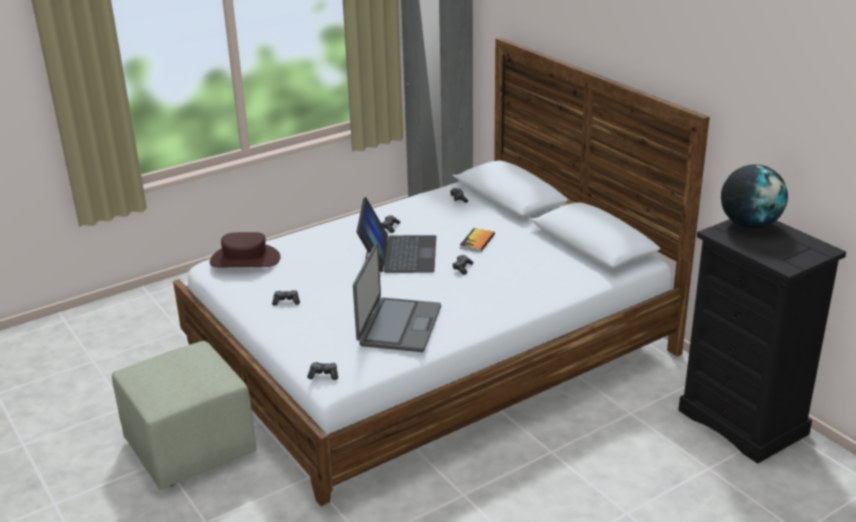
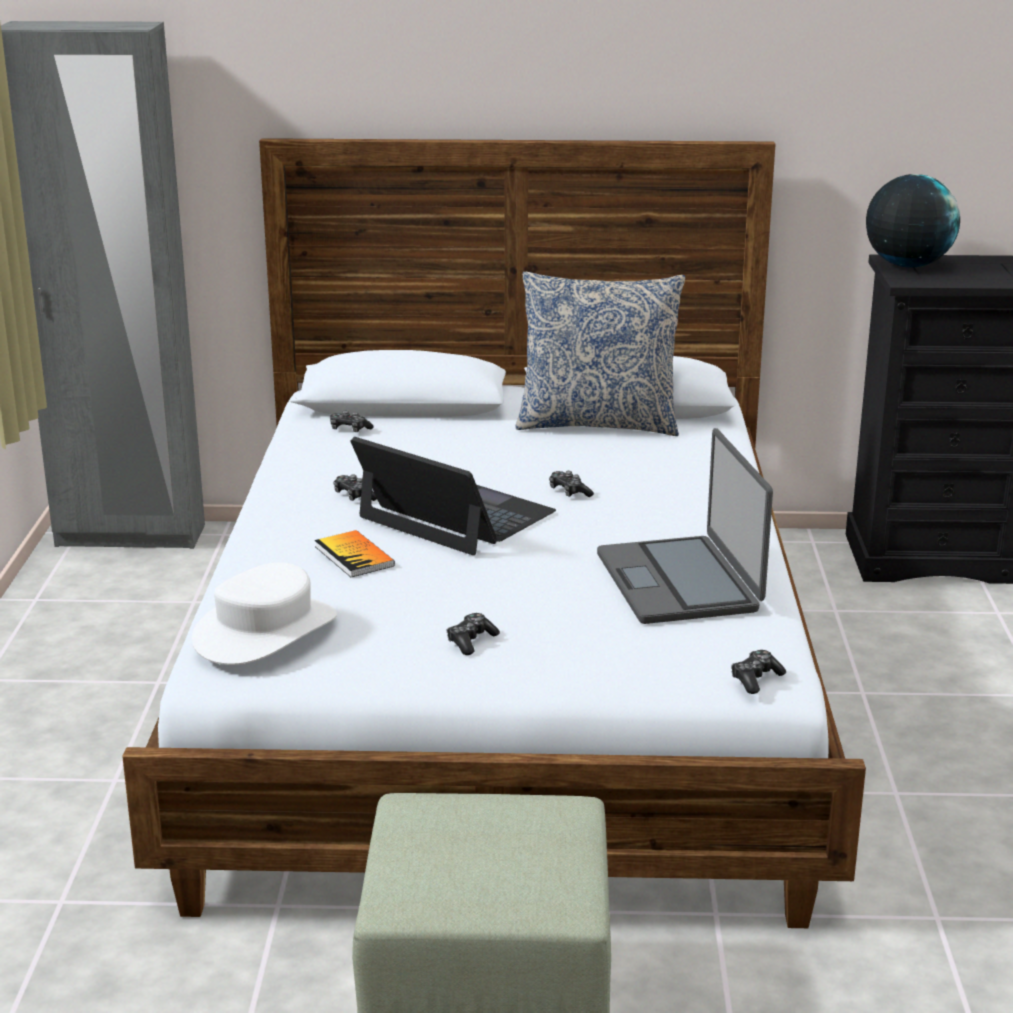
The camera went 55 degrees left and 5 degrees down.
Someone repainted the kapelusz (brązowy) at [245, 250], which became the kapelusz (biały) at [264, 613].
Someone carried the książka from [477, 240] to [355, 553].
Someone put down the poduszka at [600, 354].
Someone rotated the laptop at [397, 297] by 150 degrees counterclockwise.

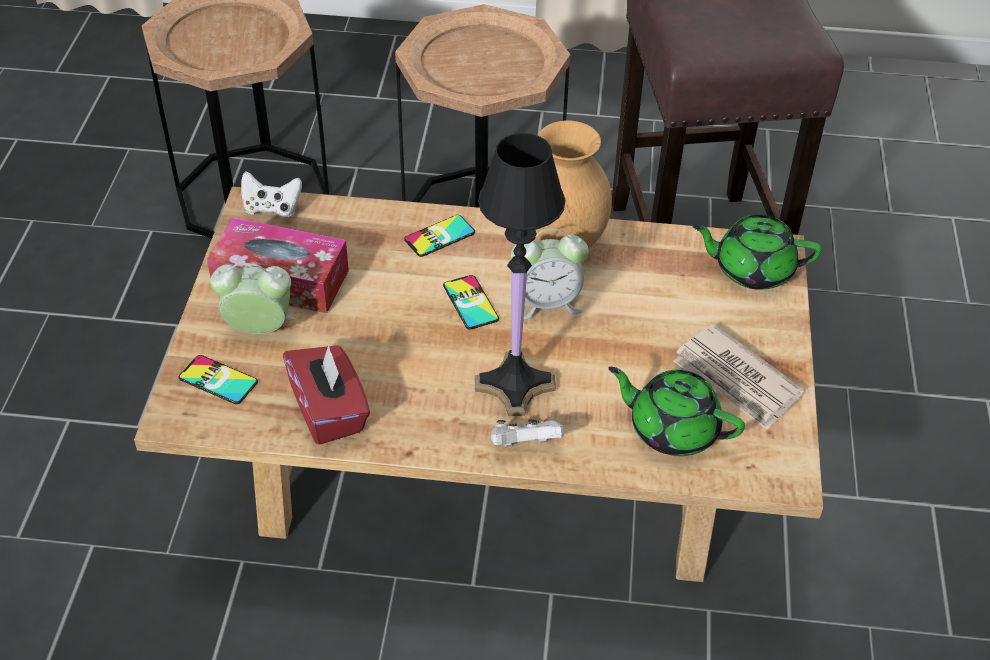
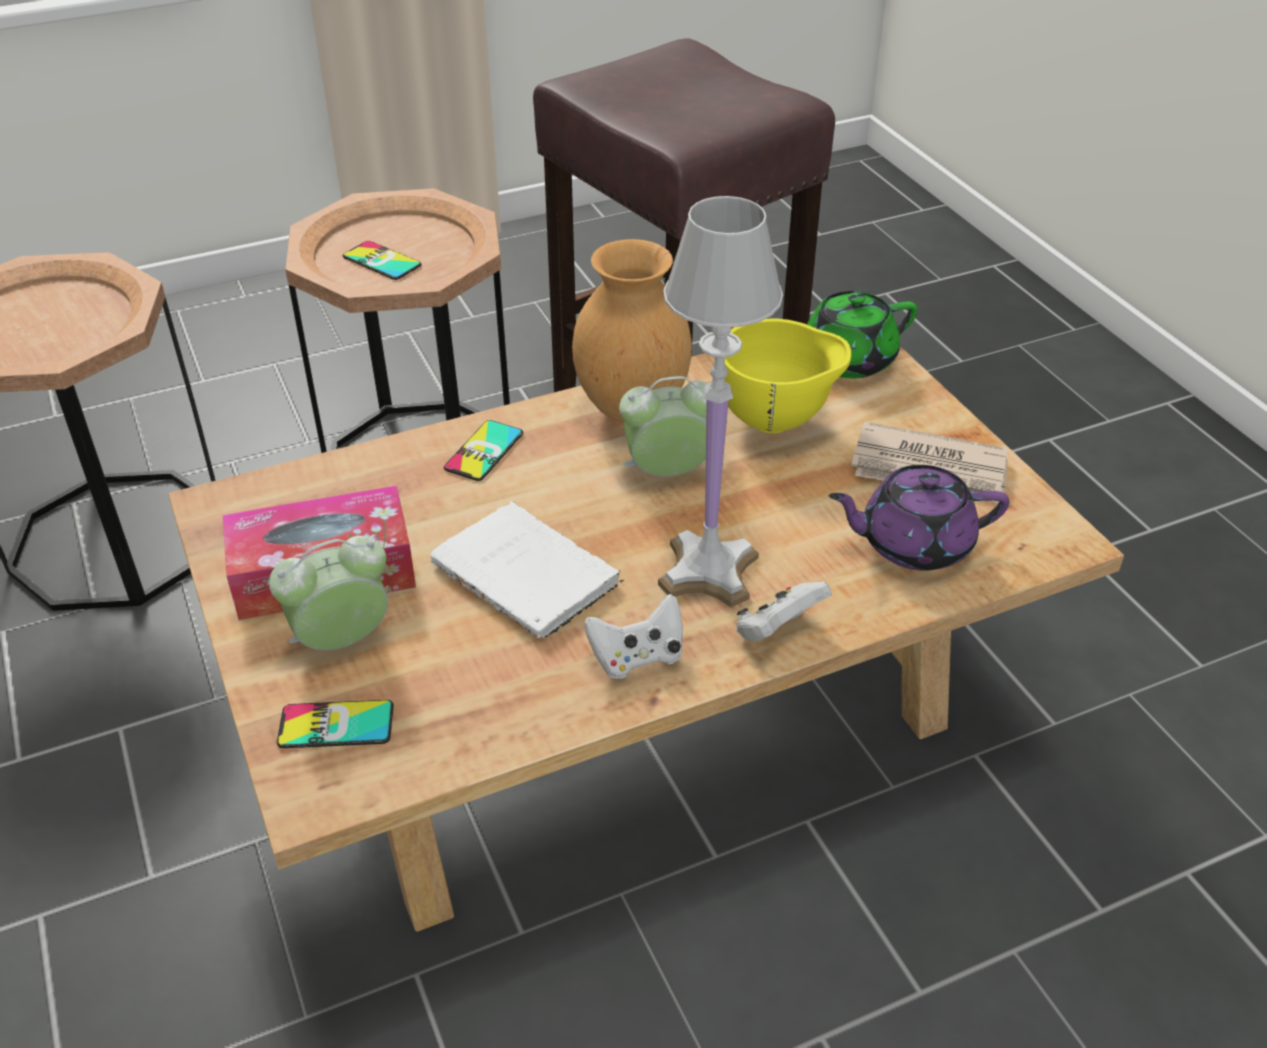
The camera went 30 degrees left and 5 degrees down.
Someone carried the telefon from [471, 302] to [382, 260].
Someone put down the książka (biały) at [527, 569].
Someone carried the pad do gier (biały) from [271, 195] to [633, 636].
Someone rotated the budzik at [550, 274] by 150 degrees counterclockwise.
Someone repainted the lampa stołowa (czarny) at [520, 274], which became the lampa stołowa (biały) at [720, 401].
Someone put down the miska (żółty) at [788, 376].
Someone repainted the imbryk (zielony) at [676, 411], which became the imbryk (fioletowy) at [919, 518].
Someone took away the pudełko chusteczek (czerwony) at [326, 395].

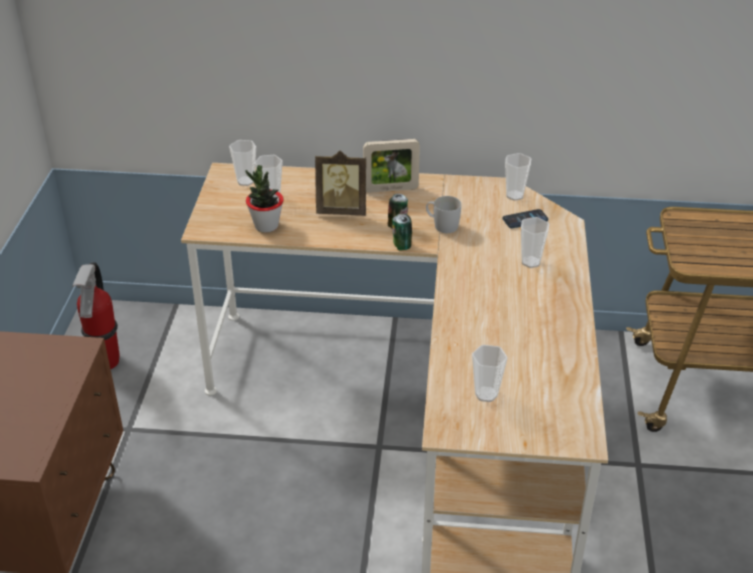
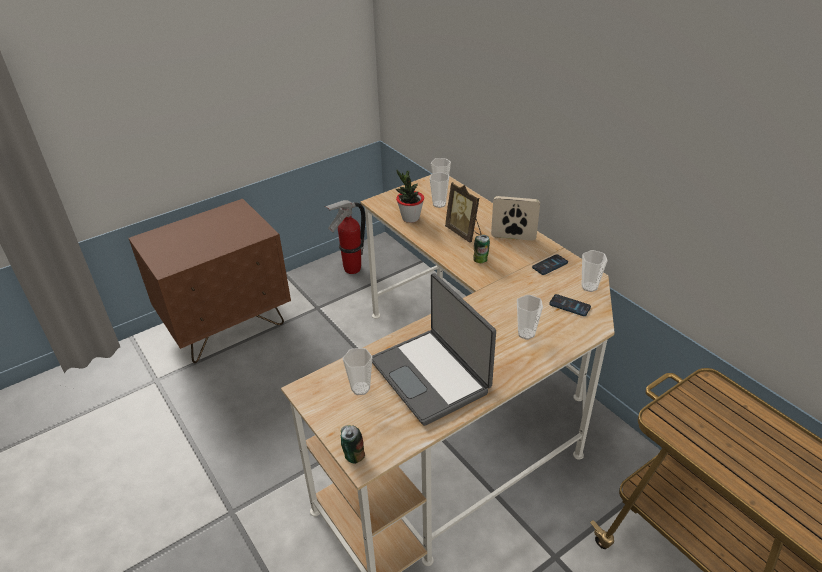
The camera went 50 degrees right and 0 degrees up.
Someone carried the puszka from [402, 232] to [353, 444].
Someone put down the laptop at [434, 349].
Someone rotated the ramka na zdjęcie at [391, 166] by 150 degrees clockwise.
Someone put down the telefon at [550, 264].
Someone took away the kubek (biały) at [443, 214].

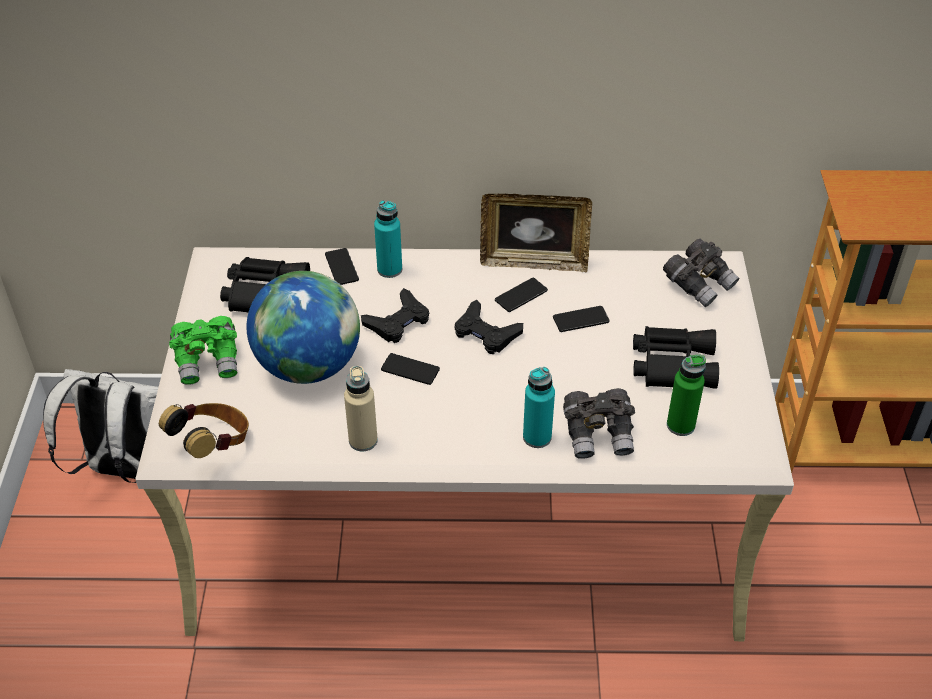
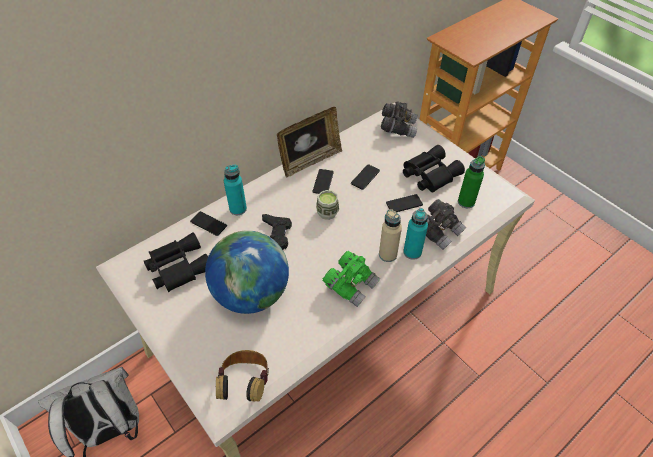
The camera went 40 degrees left and 5 degrees up.
Someone swapped the pad do gier (czarny) at [488, 327] for the filiżanka at [327, 205].
Someone carried the lornetka (zielony) from [203, 350] to [351, 279].
Someone carried the butelka (beżowy) from [361, 408] to [390, 235].
Someone carried the telefon from [410, 369] to [404, 203].

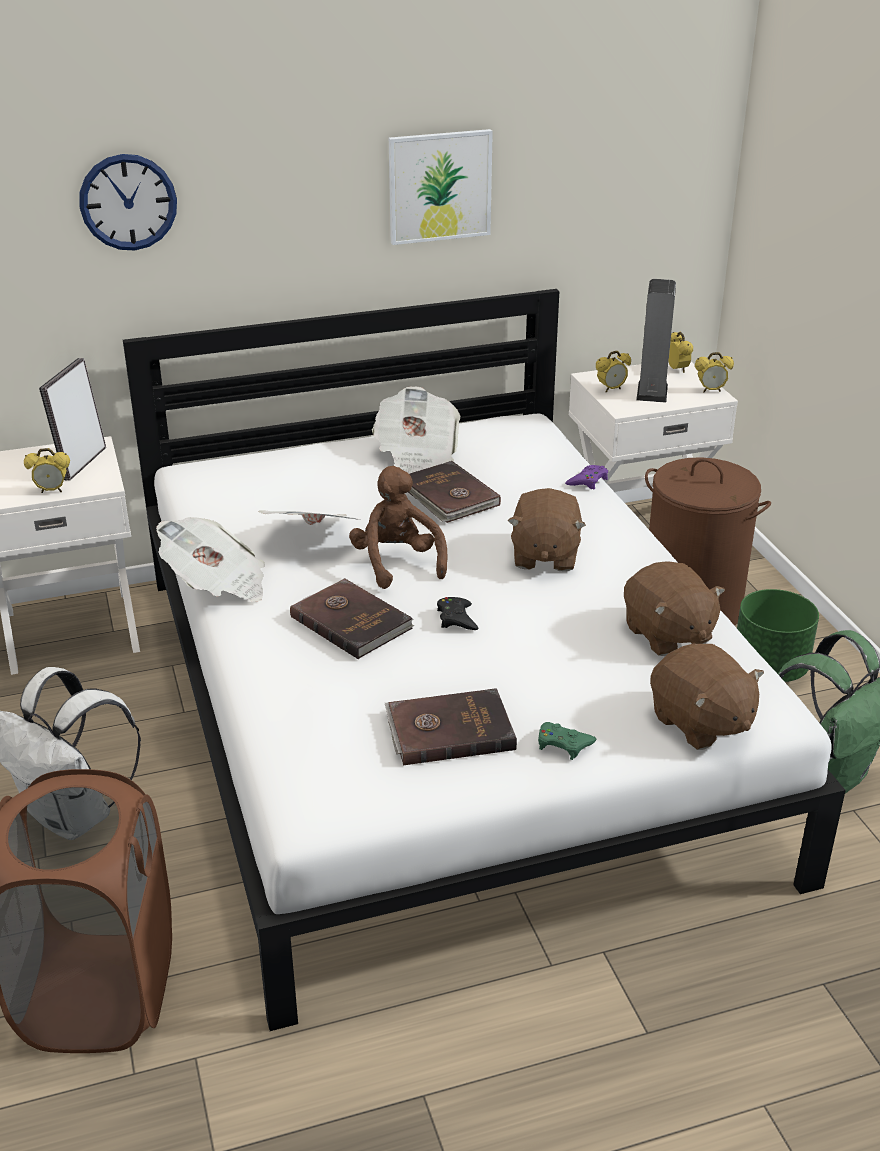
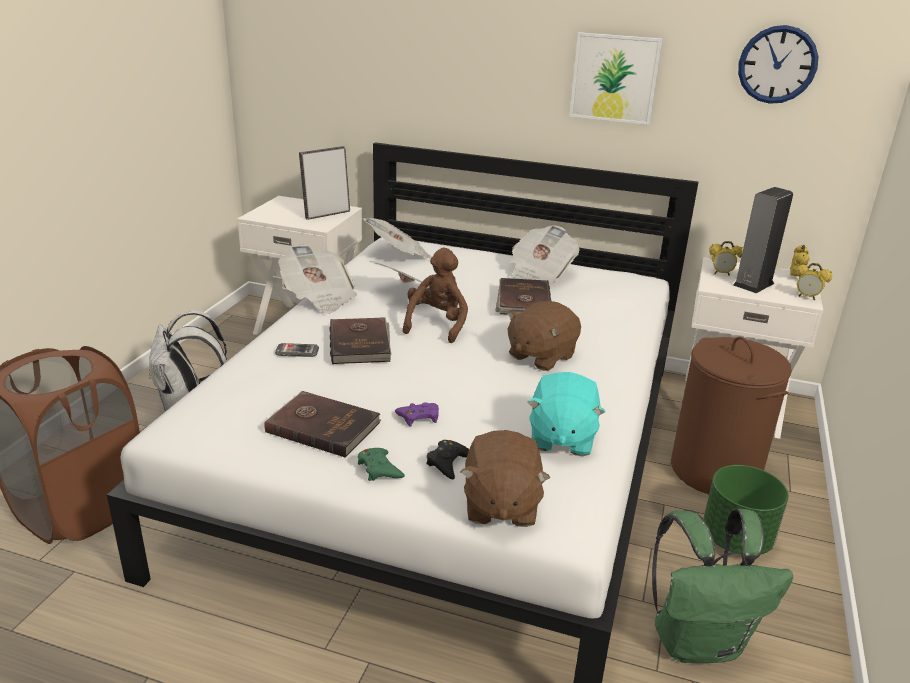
The camera went 35 degrees right and 5 degrees down.
Someone put down the telefon at [297, 350].
Someone put down the gazeta at [397, 238].
Someone carried the pad do gier (fioletowy) from [586, 477] to [417, 414].
Someone carried the pad do gier (czarny) from [457, 613] to [447, 459].
Someone repainted the pluszak (brązowy) at [674, 609], which became the pluszak (turkusowy) at [566, 414].
Someone carried the zegar ścienny from [128, 202] to [778, 64].
Someone took away the budzik at [47, 470].

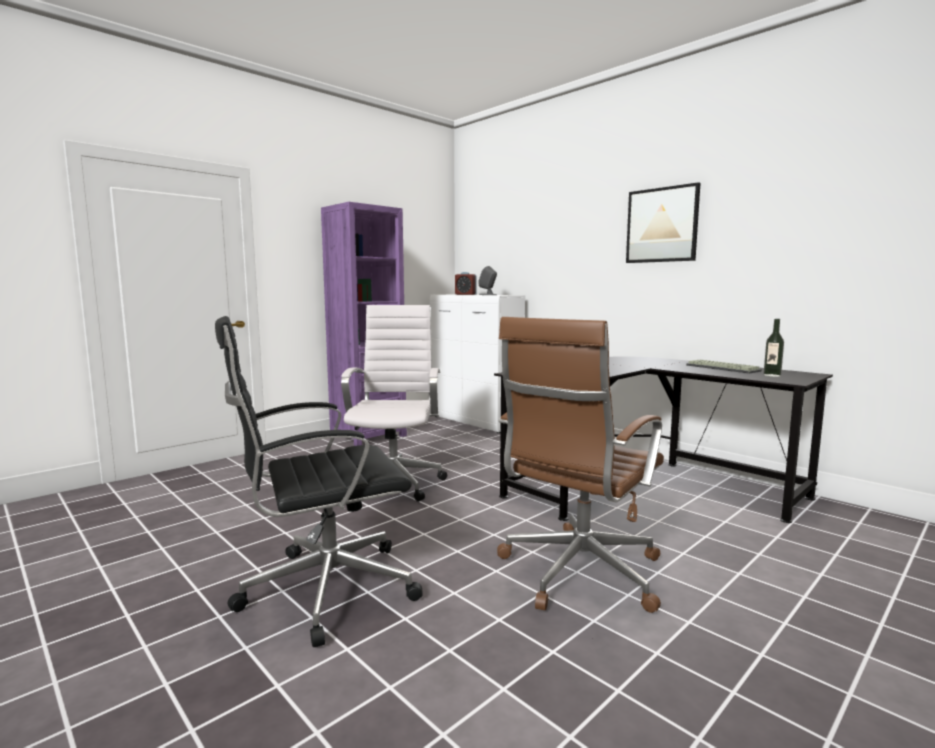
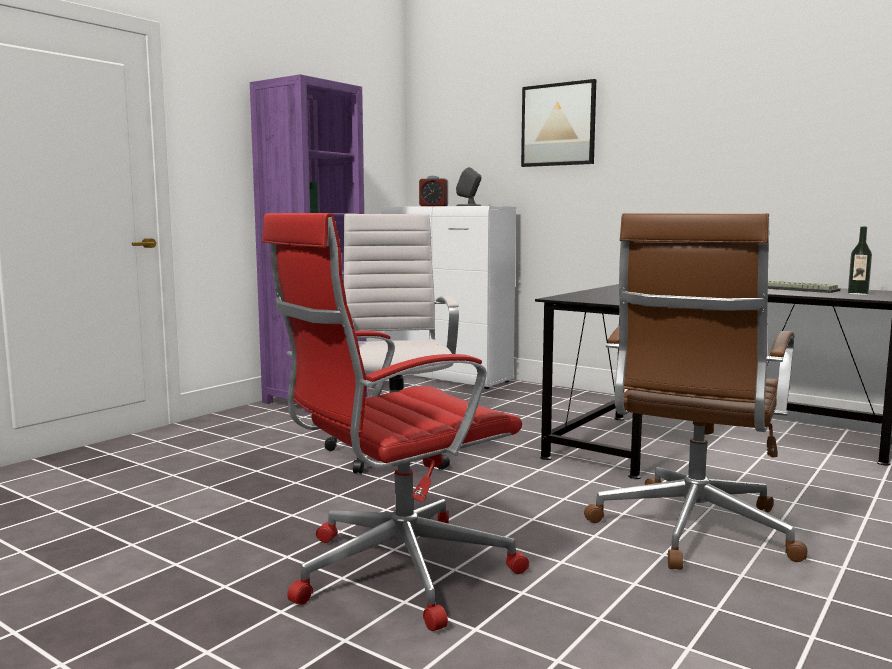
The camera went 10 degrees left and 0 degrees up.
Someone repainted the krzesło biurowe (czarny) at [319, 481], which became the krzesło biurowe (czerwony) at [395, 422].
Someone carried the obraz from [663, 222] to [558, 123].

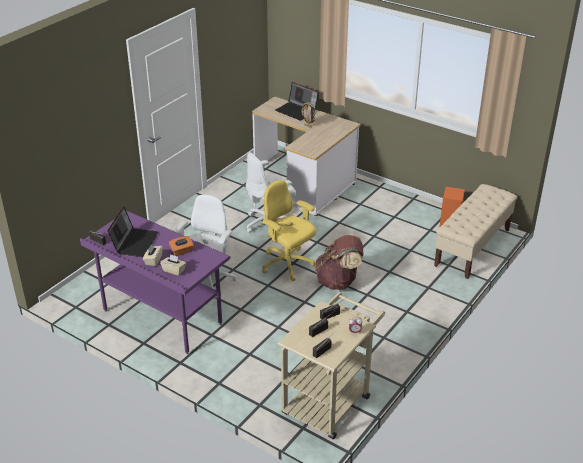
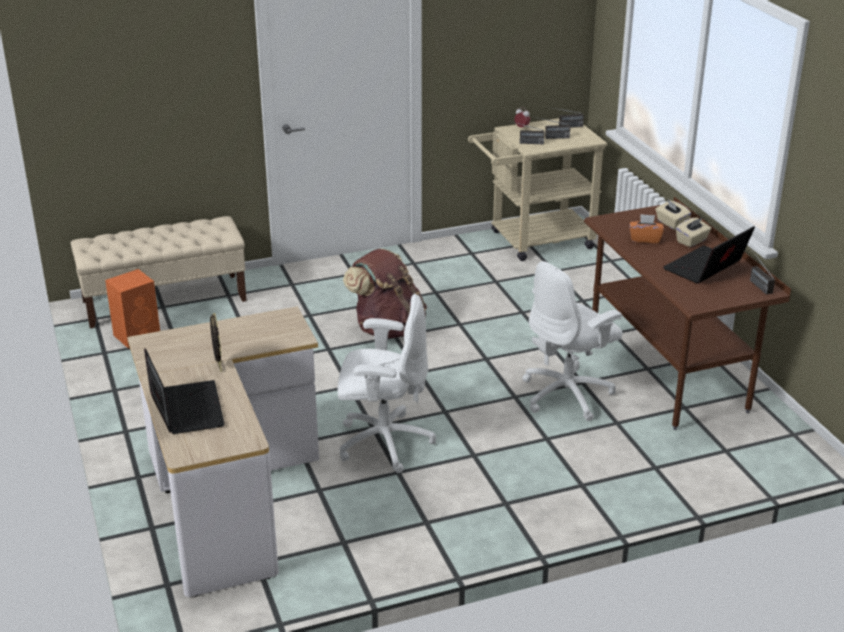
The camera went 145 degrees left and 5 degrees down.
Someone repainted the biurko (fioletowy) at [155, 282], which became the biurko (brązowy) at [687, 313].
Someone took away the krzesło biurowe (żółty) at [289, 230].

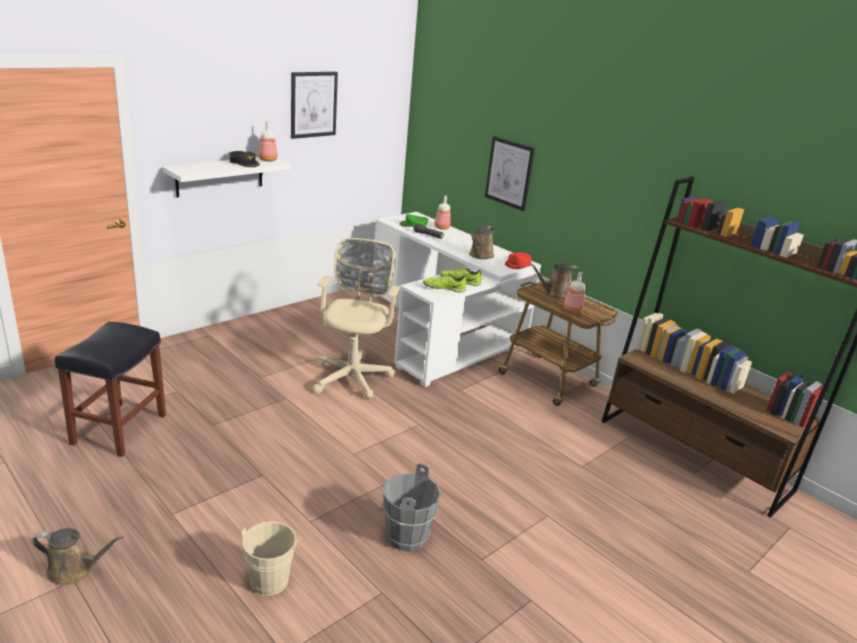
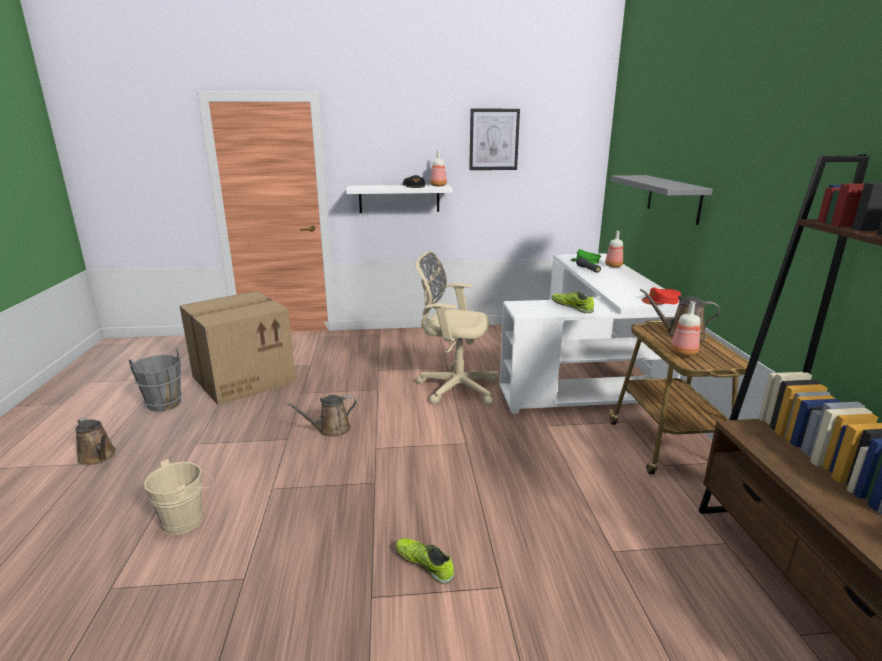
The camera went 40 degrees right and 5 degrees down.
Someone carried the wiadro (szary) from [412, 507] to [155, 380].
Someone swapped the stołek (czarny) at [110, 389] for the karton at [238, 348].
Someone carried the konewka (brązowy) from [481, 243] to [320, 415].
Someone carried the but from [444, 283] to [425, 561].
Someone rotated the krzesło biurowe (beżowy) at [357, 318] by 120 degrees counterclockwise.
Someone swapped the obraz at [510, 173] for the półka (szary) at [661, 200].

